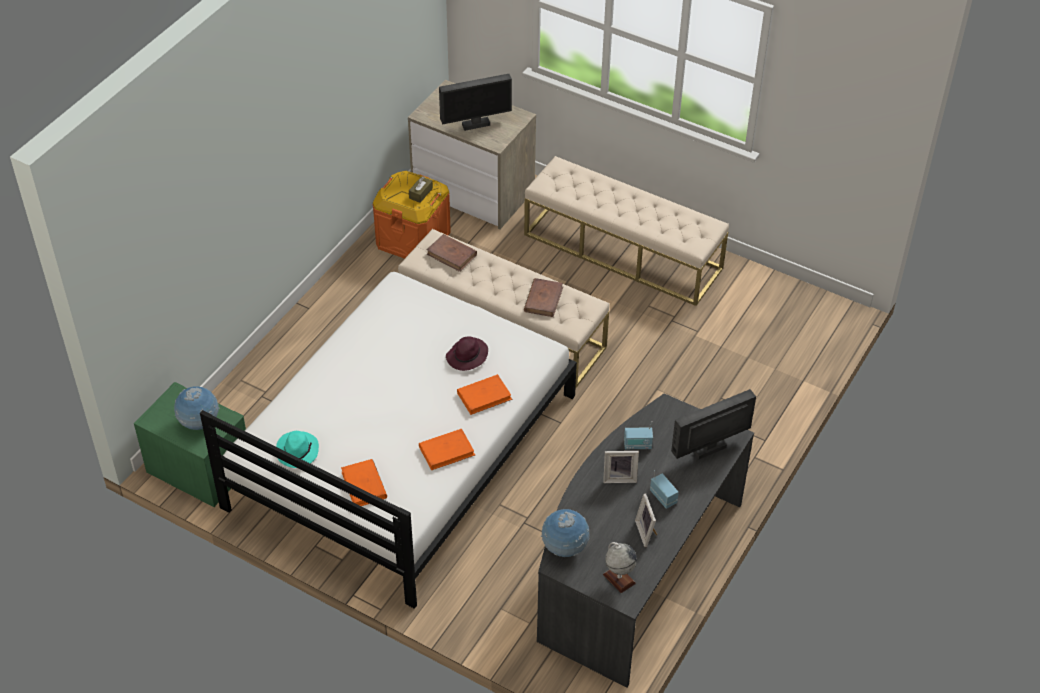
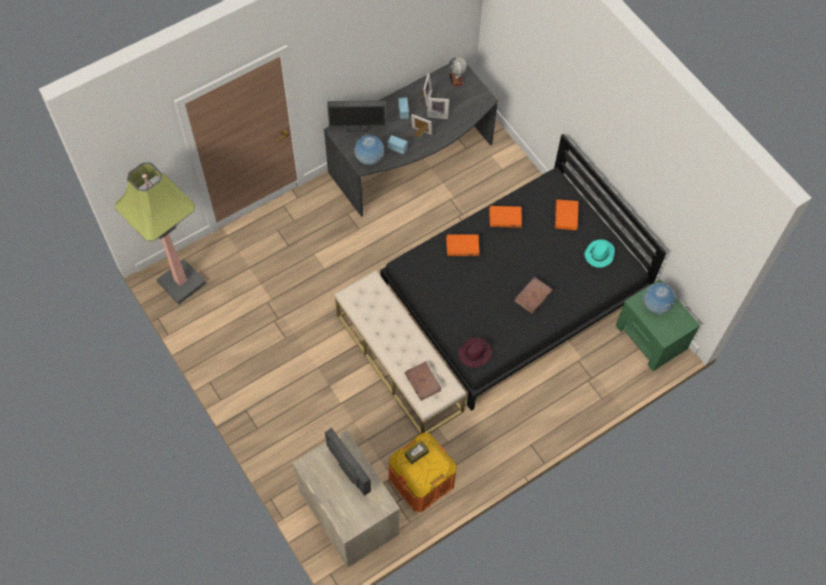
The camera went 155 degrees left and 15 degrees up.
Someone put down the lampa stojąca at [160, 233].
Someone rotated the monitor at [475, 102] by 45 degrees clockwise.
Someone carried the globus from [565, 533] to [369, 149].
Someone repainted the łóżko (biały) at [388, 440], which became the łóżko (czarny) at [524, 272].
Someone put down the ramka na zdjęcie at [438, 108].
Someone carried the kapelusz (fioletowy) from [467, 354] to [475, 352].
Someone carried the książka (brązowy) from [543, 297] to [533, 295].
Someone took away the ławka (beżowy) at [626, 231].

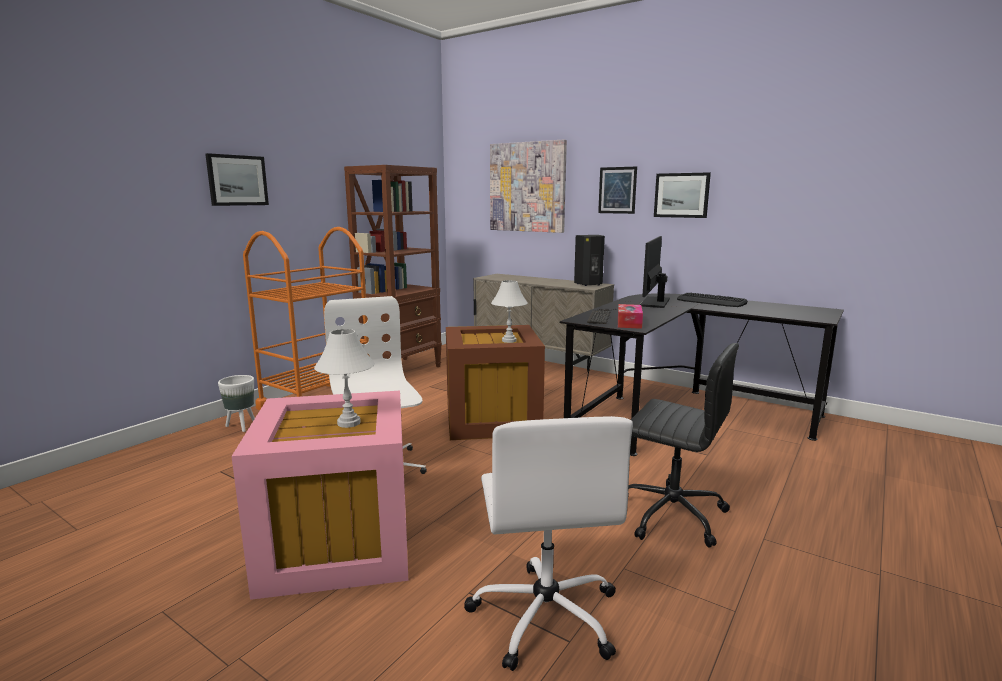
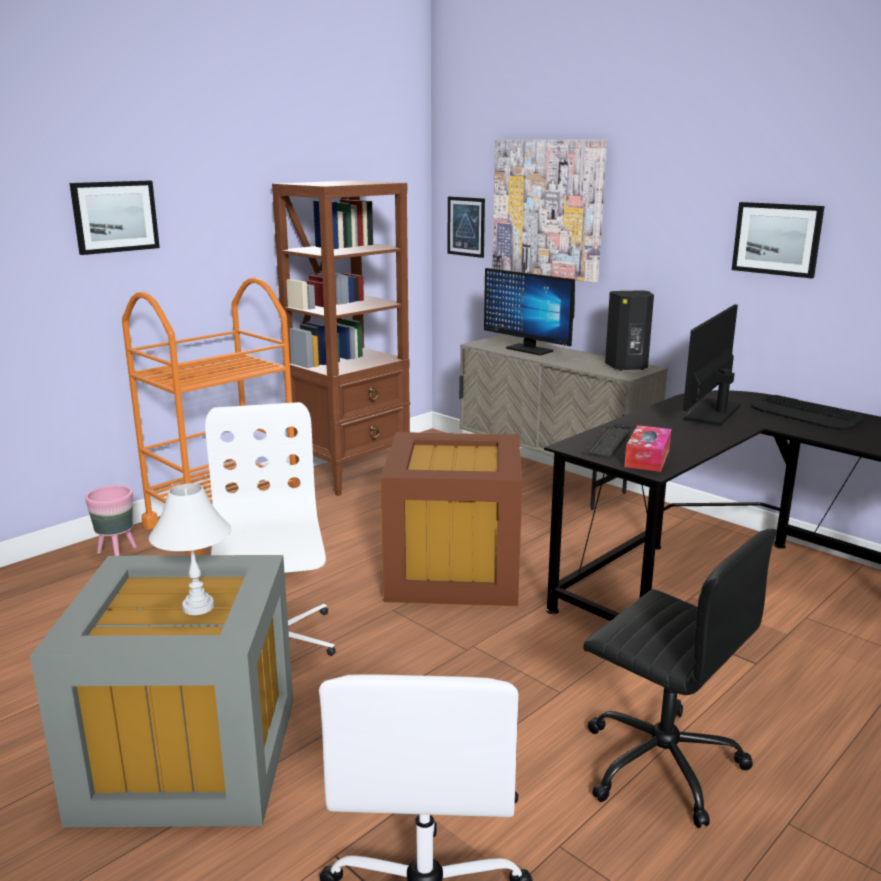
The camera went 10 degrees right and 5 degrees up.
Someone repainted the pojemnik do przechowywania (różowy) at [319, 495], which became the pojemnik do przechowywania (szary) at [161, 691].
Someone repainted the donica (biały) at [236, 403], which became the donica (różowy) at [111, 520].
Someone carried the obraz from [617, 190] to [466, 227].
Someone put down the monitor at [529, 311].
Someone took away the lampa stołowa (biały) at [509, 311].

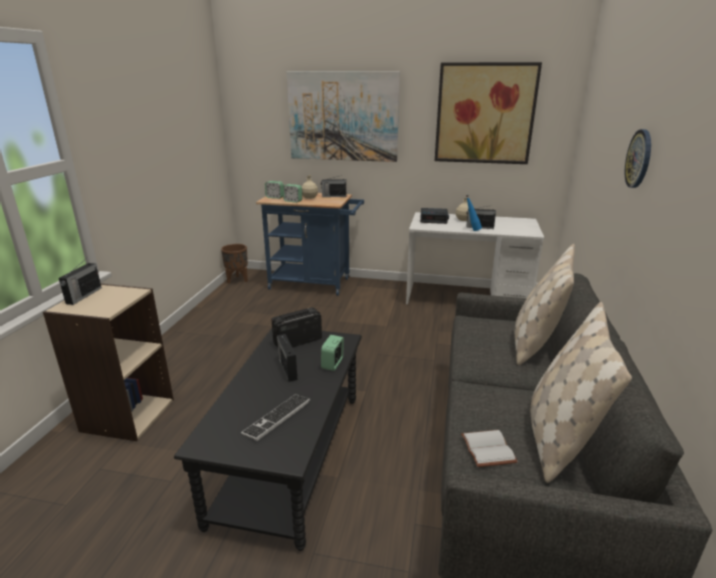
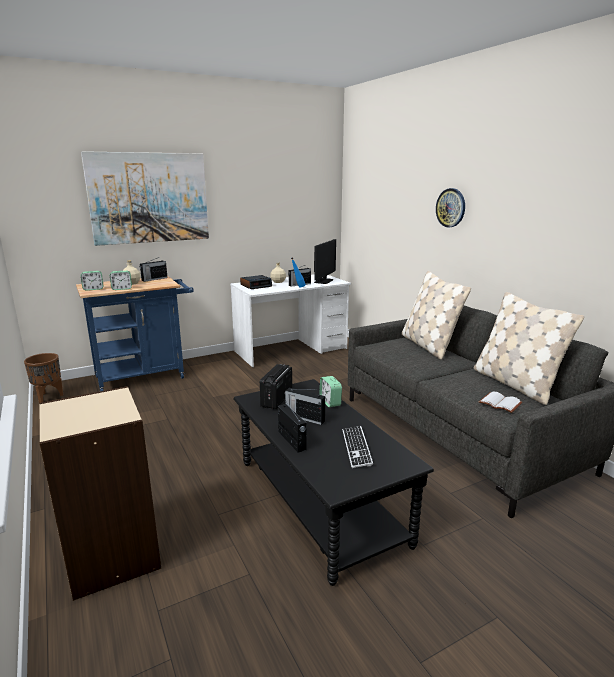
The camera went 40 degrees left and 5 degrees down.
Someone carried the radio from [80, 282] to [292, 426].
Someone put down the monitor at [325, 261].
Someone took away the obraz at [488, 113].

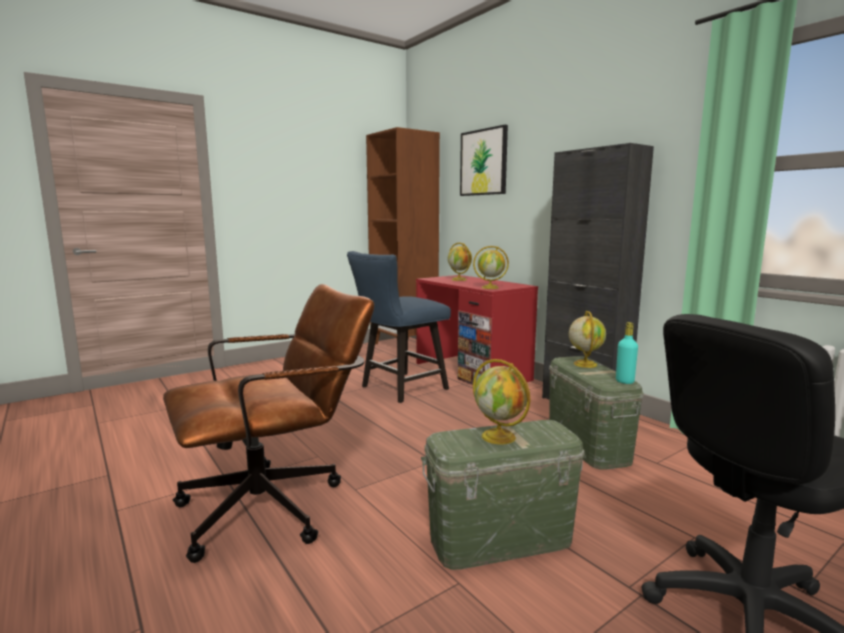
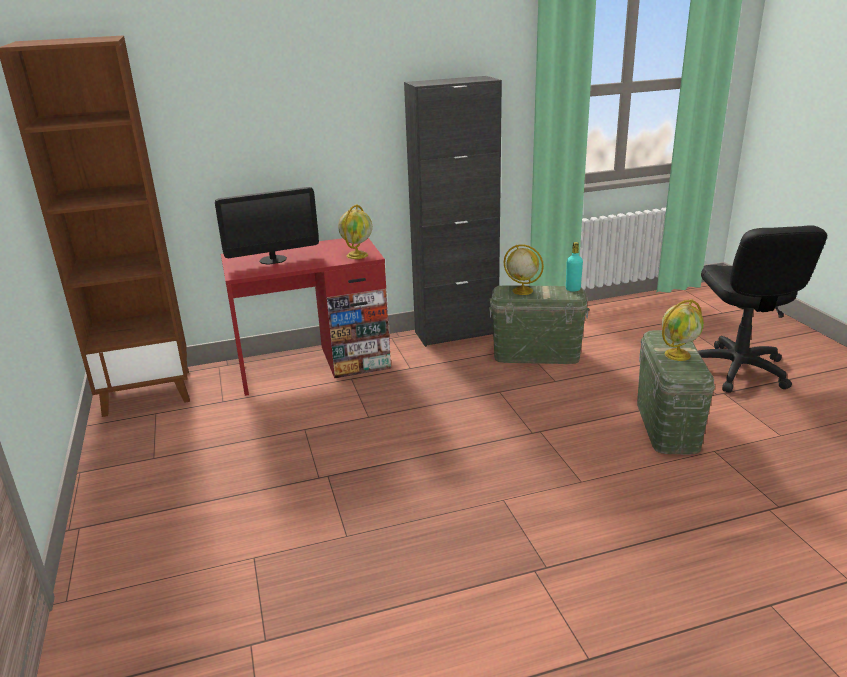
The camera went 70 degrees left and 15 degrees up.
Someone swapped the globus at [460, 261] for the monitor at [267, 226].
Someone took away the krzesło biurowe (brązowy) at [268, 423].
Someone took away the krzesło (niebieski) at [399, 327].
Someone took away the obraz at [484, 160].

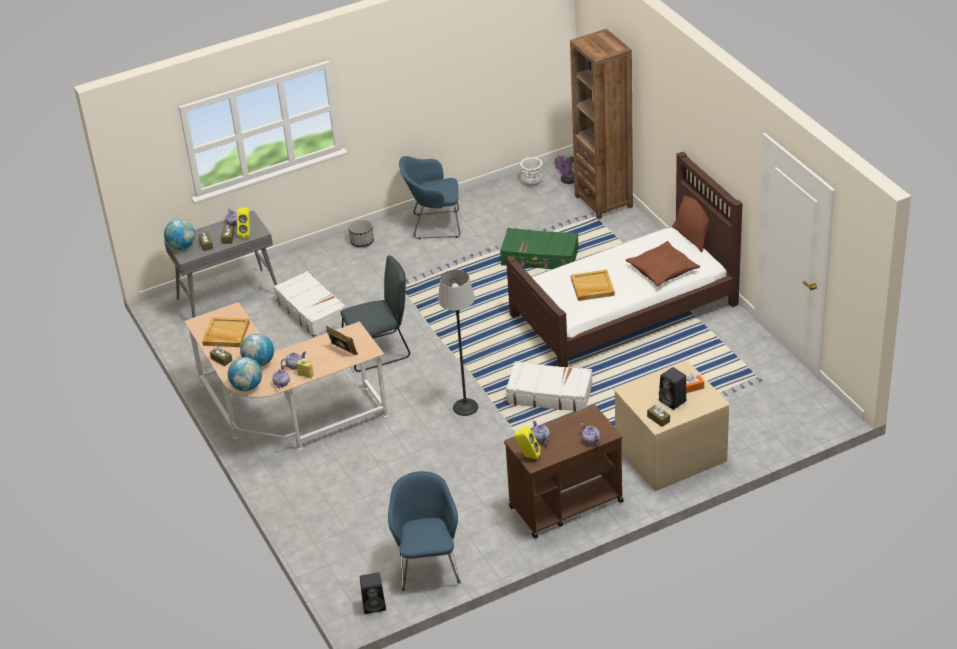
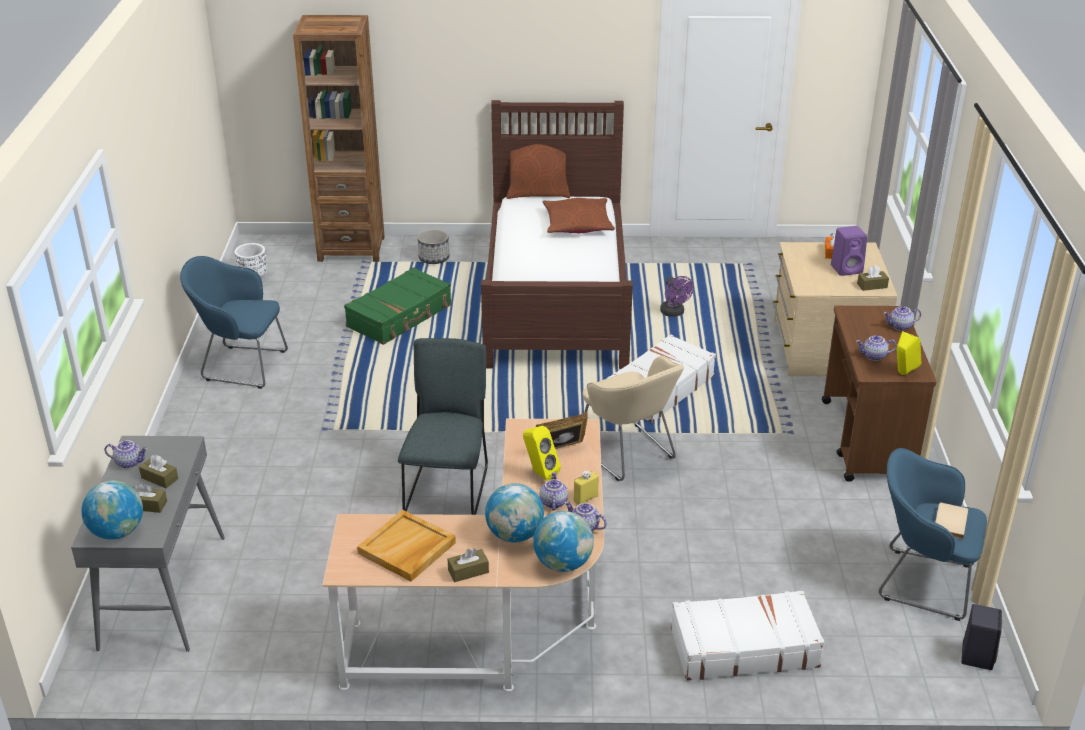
The camera went 65 degrees left and 5 degrees down.
Someone rotated the fotel (niebieski) at [429, 197] by 75 degrees clockwise.
Someone carried the donica from [361, 233] to [433, 246].
Someone carried the głośnik (żółty) from [243, 223] to [542, 453].
Someone swapped the lampa stojąca at [458, 343] for the fotel (beżowy) at [633, 418].
Someone carried the wentylator (fioletowy) from [564, 170] to [677, 296].
Someone carried the walizka (biały) from [309, 304] to [748, 635].
Someone repainted the głośnik (czarny) at [672, 388], which became the głośnik (fioletowy) at [849, 251].
Someone put down the książka (beżowy) at [951, 521].
Someone took away the taca (beżowy) at [593, 285].

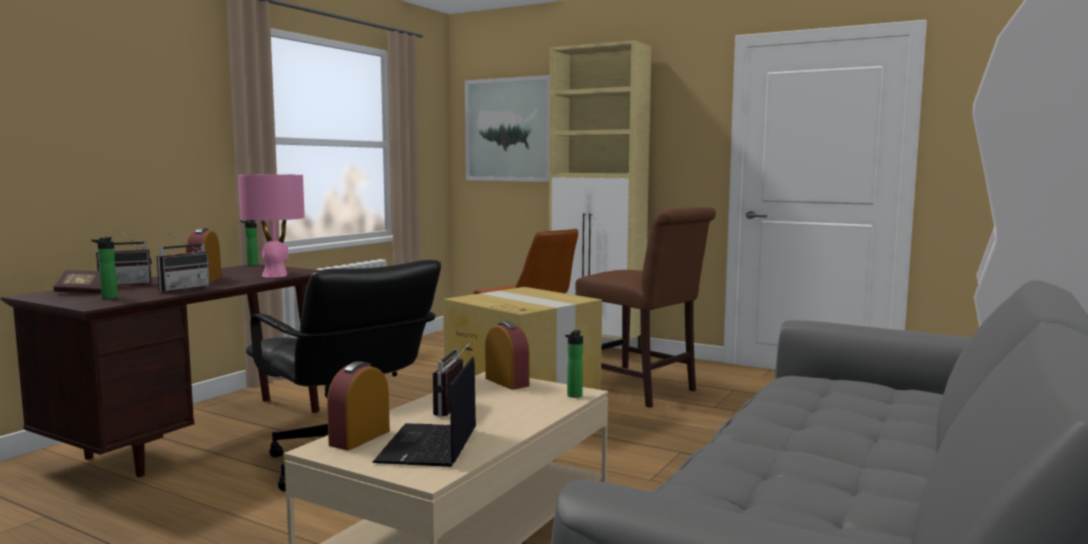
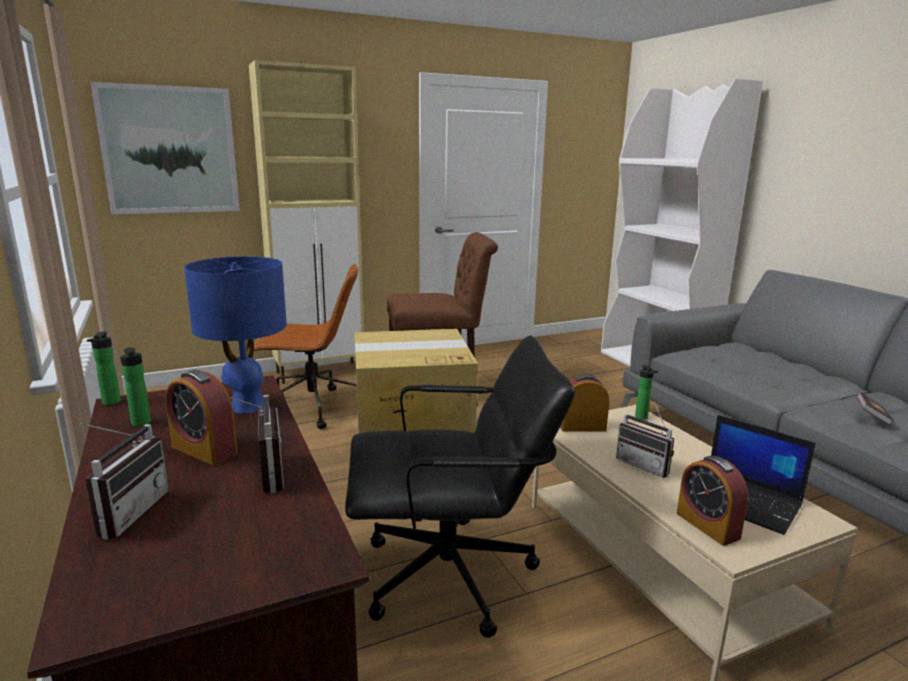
The camera went 55 degrees left and 10 degrees up.
Someone carried the butelka from [104, 268] to [135, 386].
Someone repainted the lampa stołowa (różowy) at [271, 226], which became the lampa stołowa (niebieski) at [235, 335].
Someone carried the książka from [77, 282] to [875, 408].

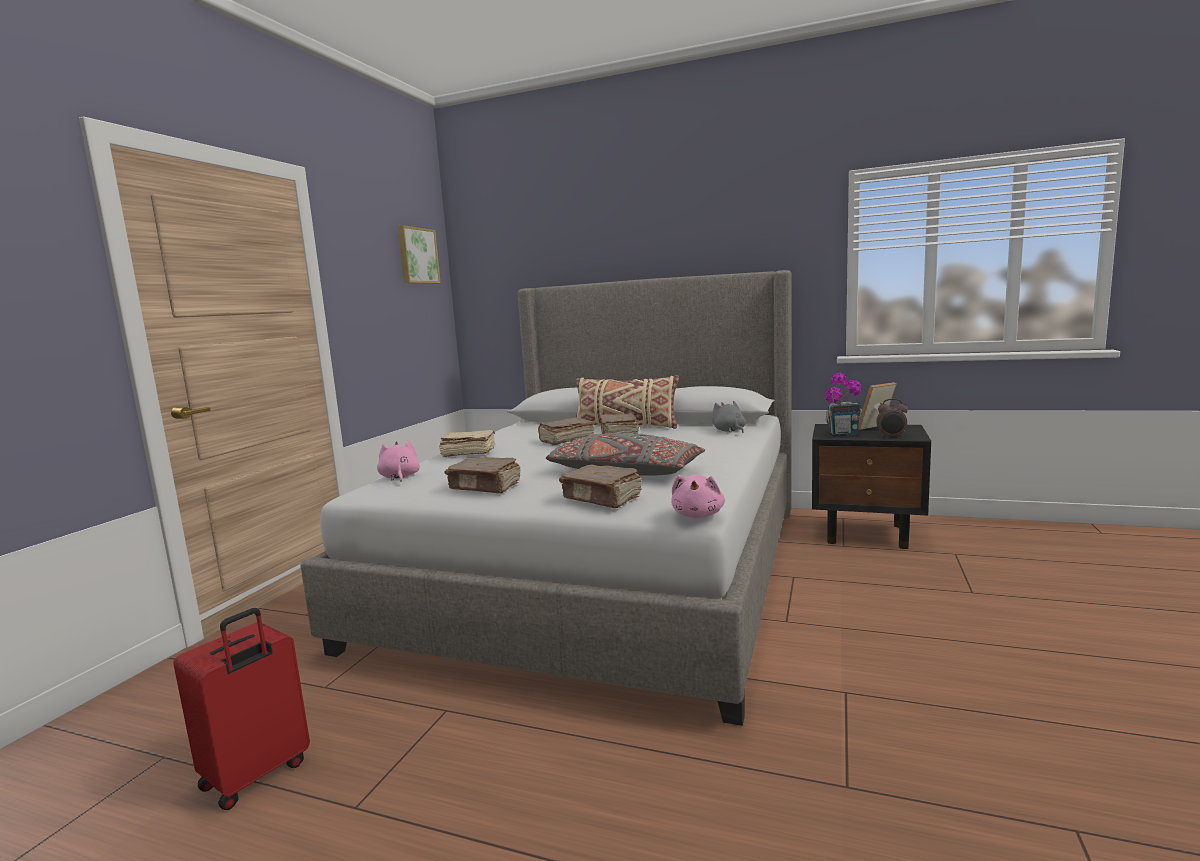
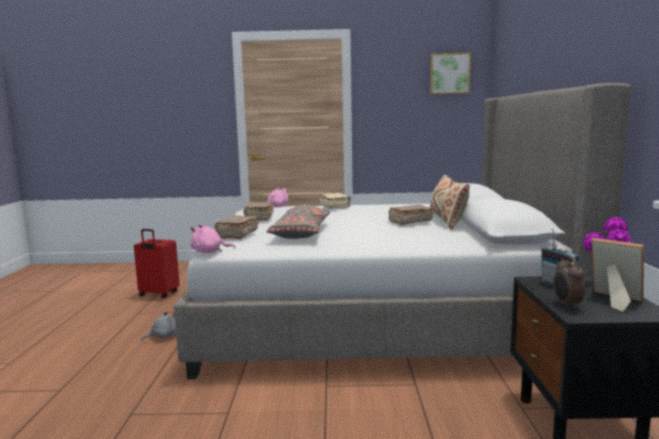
The camera went 70 degrees right and 0 degrees up.
Someone carried the pluszak (szary) from [729, 417] to [158, 326].
Someone took away the książka (brązowy) at [566, 431].

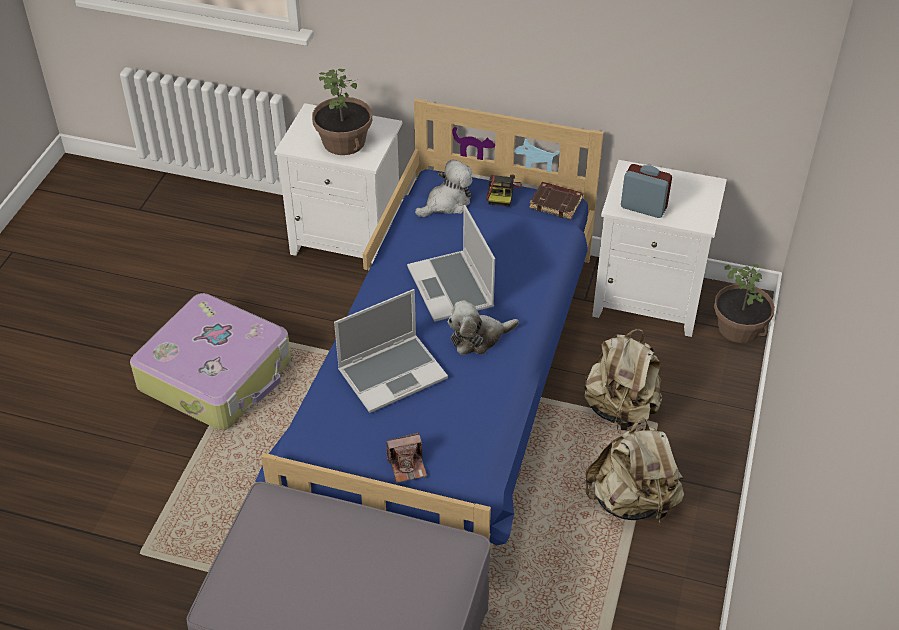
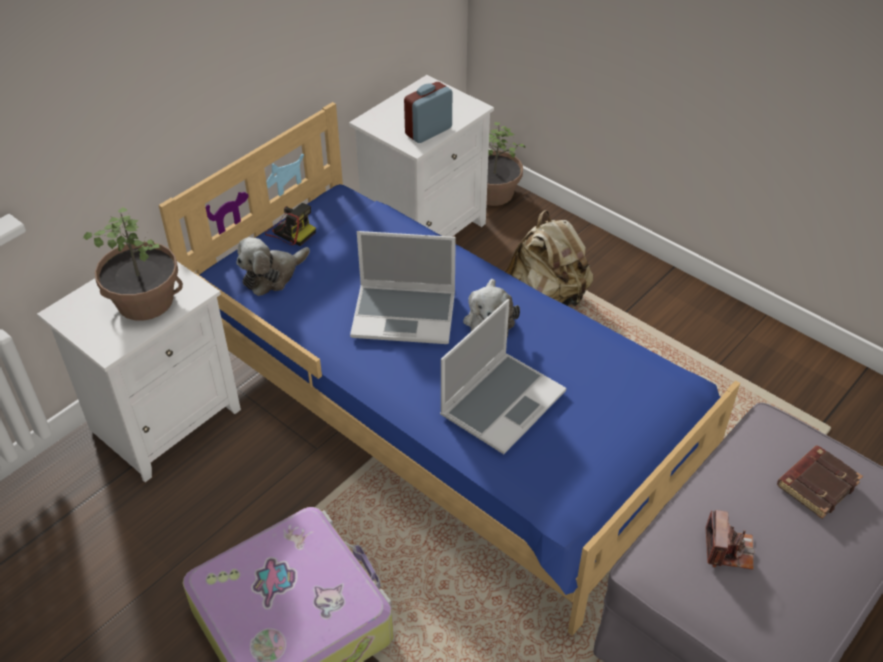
The camera went 65 degrees left and 0 degrees up.
Someone rotated the pluszak at [444, 188] by 120 degrees counterclockwise.
Someone rotated the laptop at [391, 351] by 45 degrees clockwise.
Someone carried the aparat fotograficzny from [406, 457] to [730, 540].
Someone carried the książka (brązowy) from [556, 201] to [820, 482].
Someone took away the plecak (beżowy) at [634, 470].

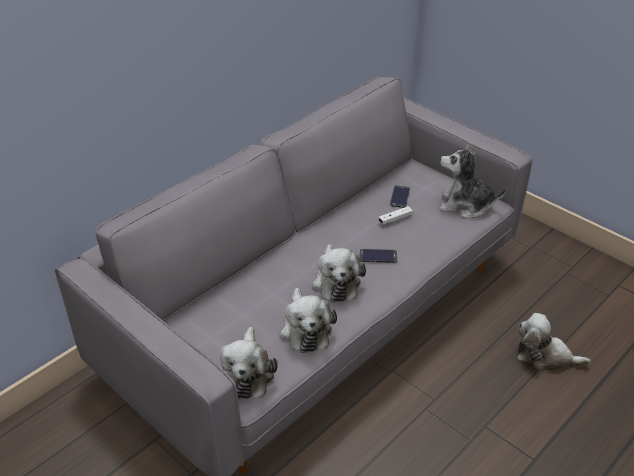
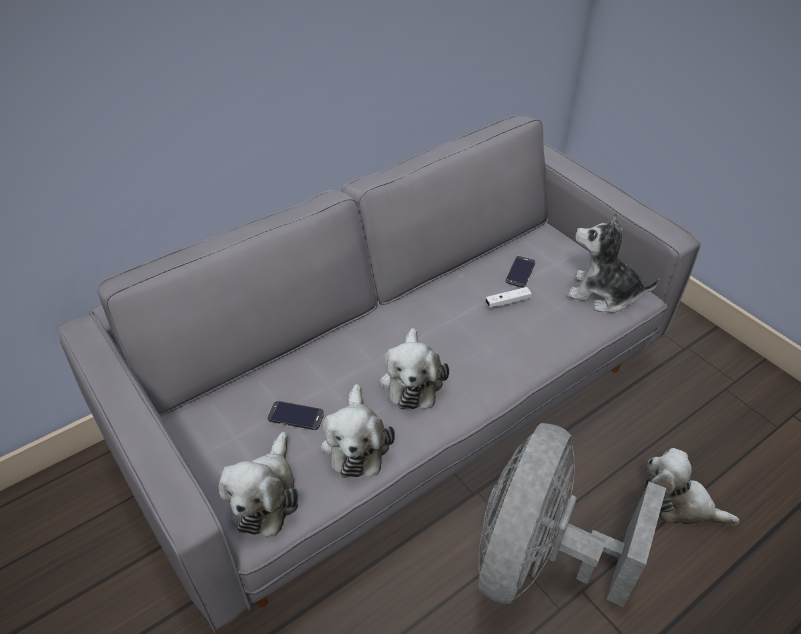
The camera went 10 degrees right and 5 degrees up.
Someone carried the telefon from [378, 256] to [296, 415].
Someone put down the wentylator (szary) at [572, 515].

